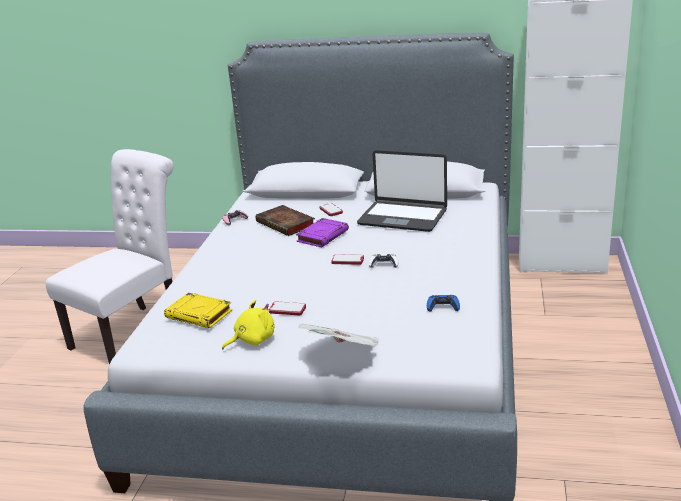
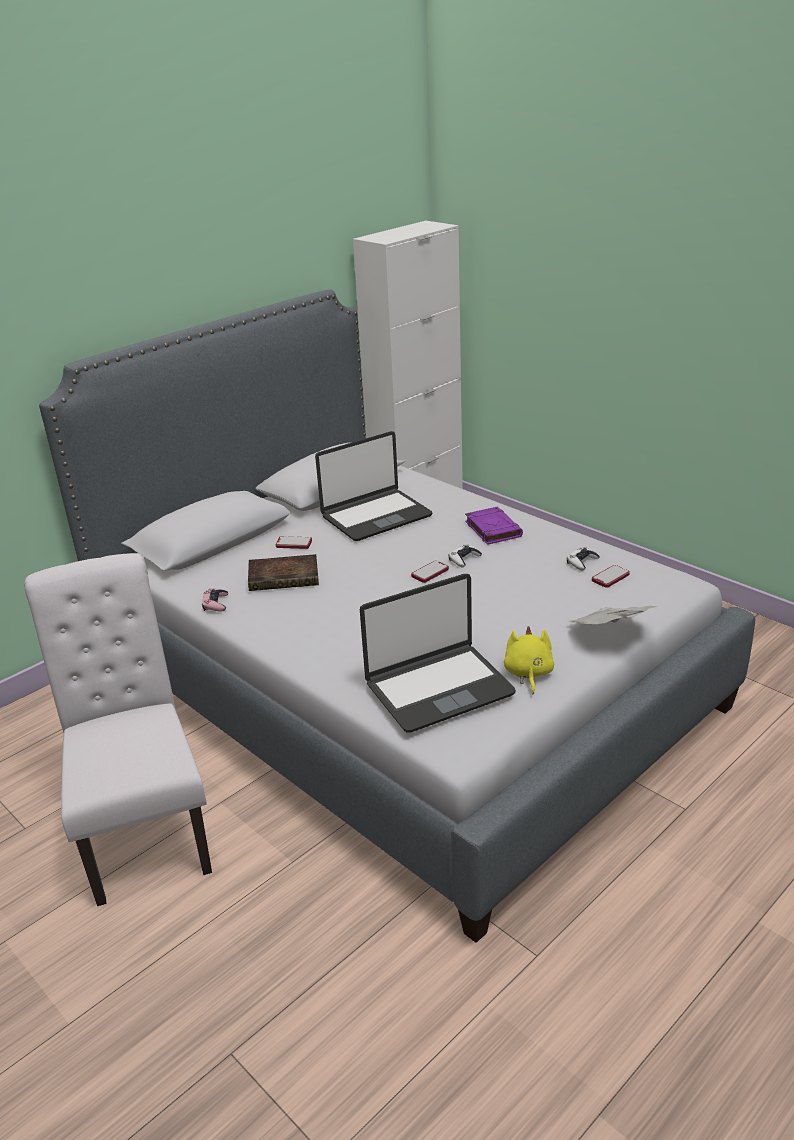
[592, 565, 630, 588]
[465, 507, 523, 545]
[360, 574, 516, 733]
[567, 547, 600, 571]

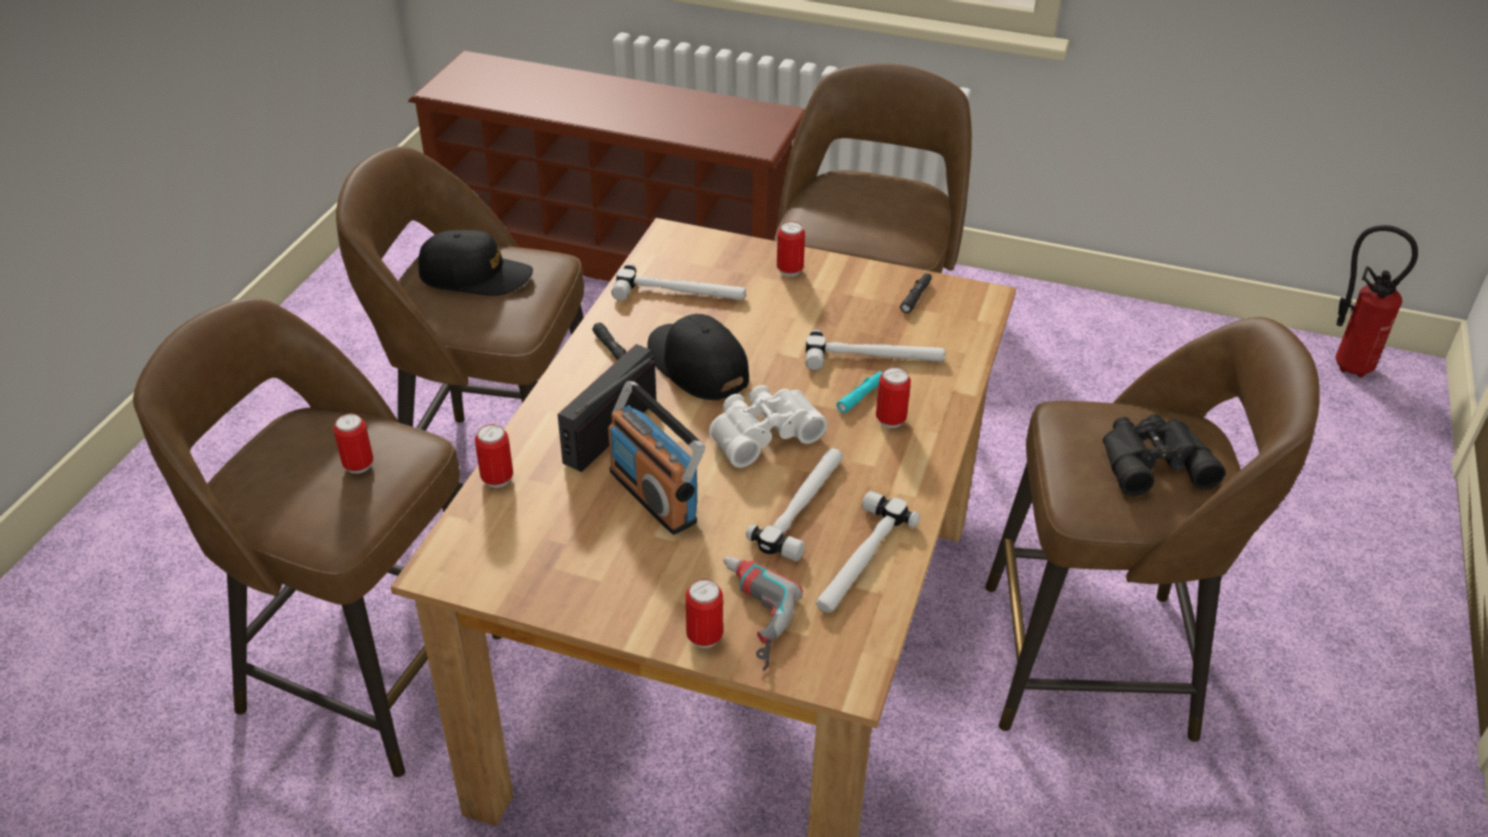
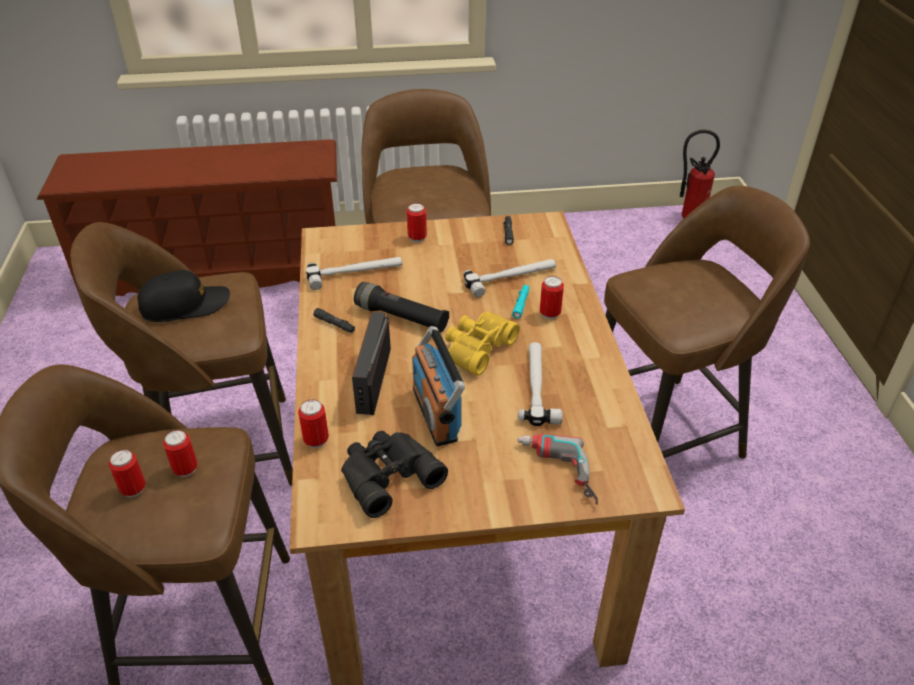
[816, 491, 920, 613] (first image)
[109, 450, 146, 497]
[341, 431, 448, 518]
[354, 282, 449, 333]
[445, 311, 520, 376]
[412, 326, 465, 446]

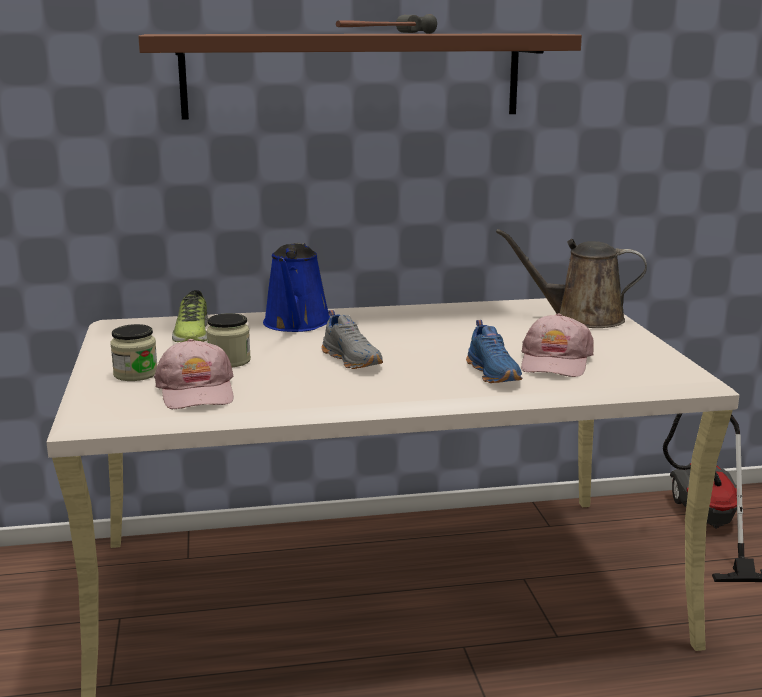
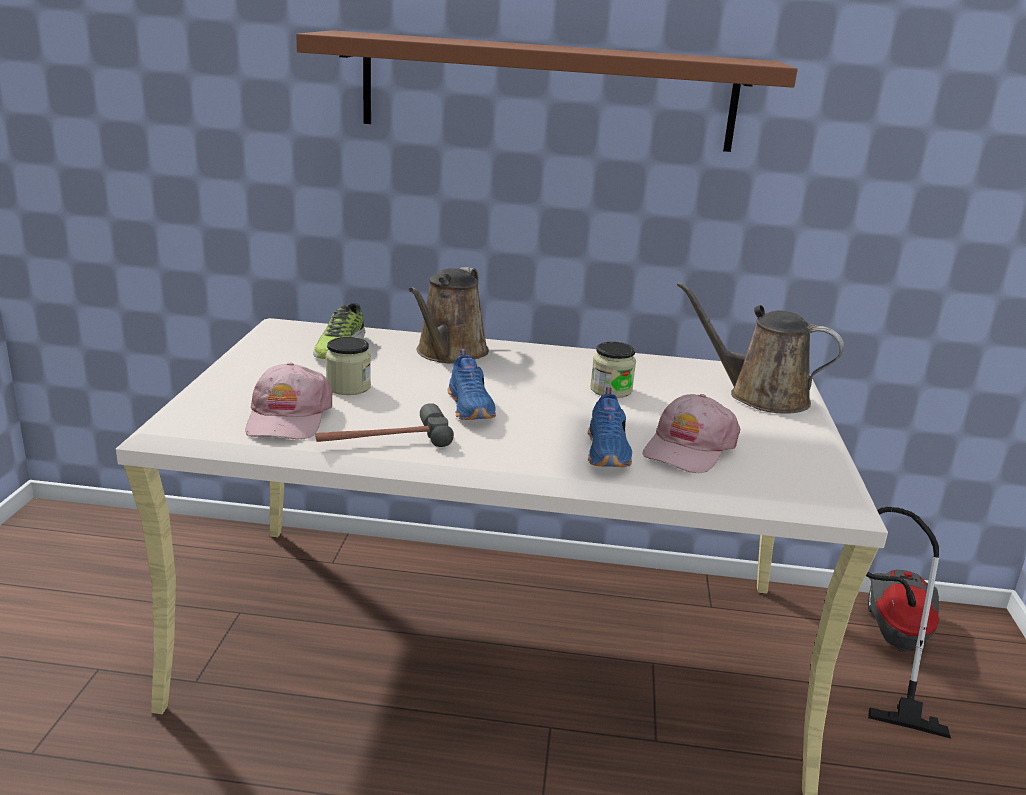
[590, 342, 636, 398]
[315, 403, 454, 447]
[408, 267, 489, 364]
[447, 349, 496, 420]

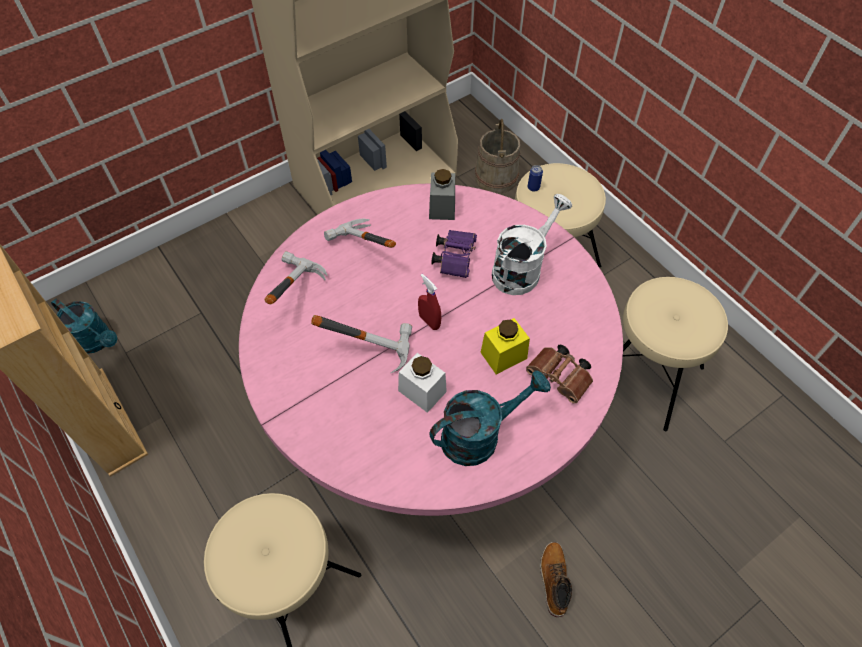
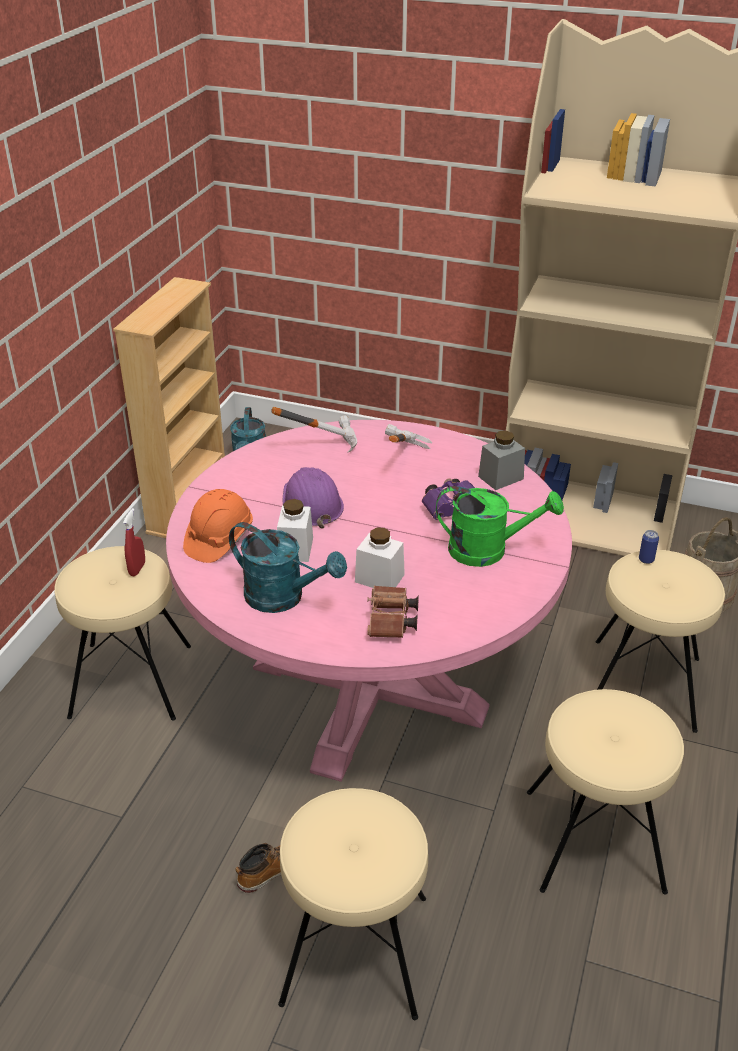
[183, 489, 253, 563]
[278, 788, 428, 1020]
[123, 508, 145, 576]
[283, 467, 344, 529]
[355, 527, 405, 588]
[436, 486, 564, 567]

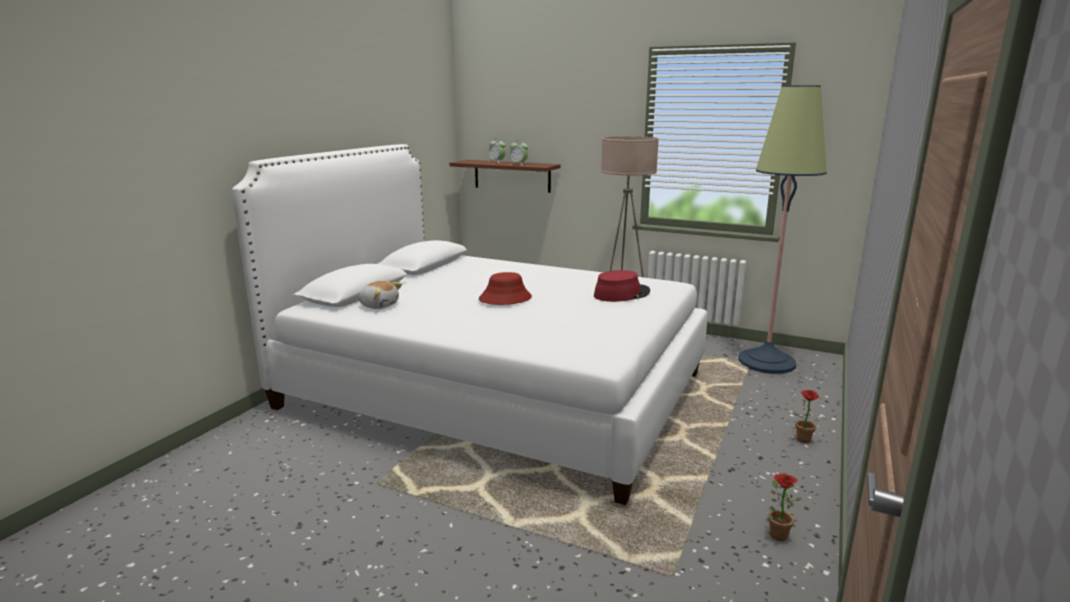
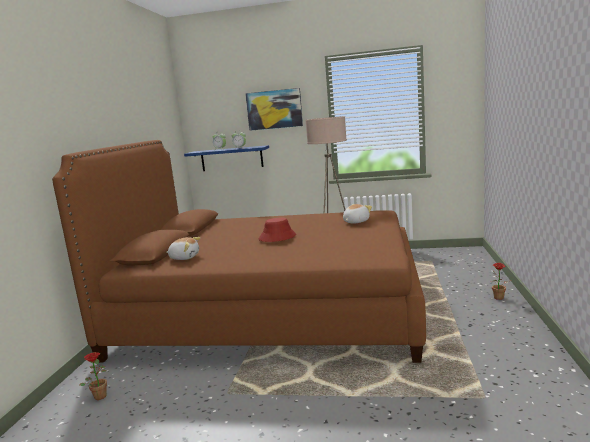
[738, 85, 827, 374] (first image)
[245, 88, 303, 131]
[79, 352, 107, 400]
[343, 204, 372, 223]
[52, 140, 426, 363]
[184, 145, 269, 171]

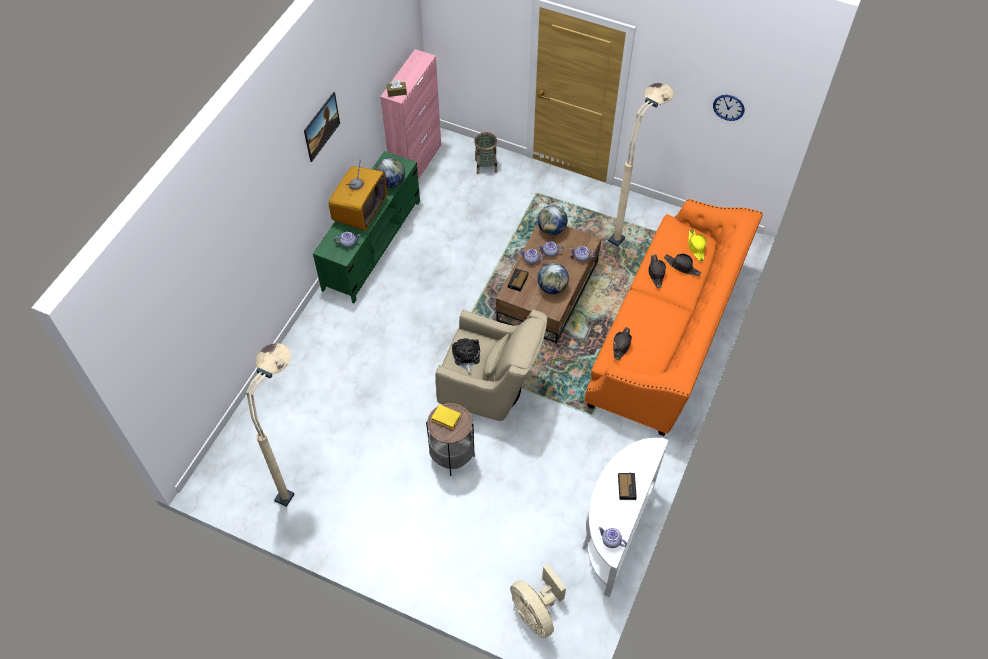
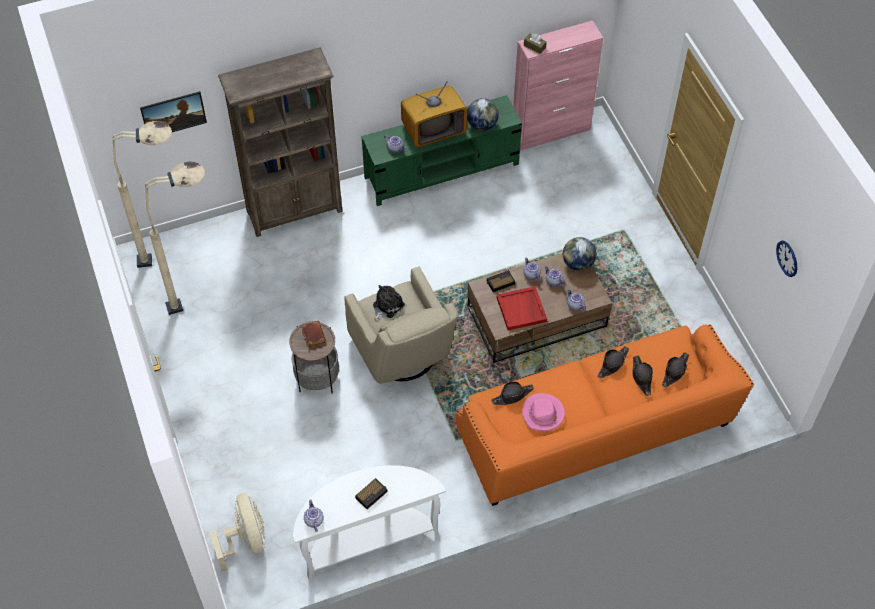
[474, 132, 497, 174] (first image)
[218, 47, 343, 237]
[522, 393, 565, 431]
[140, 91, 207, 132]
[113, 121, 172, 268]
[497, 286, 547, 330]
[301, 321, 326, 347]
[662, 352, 689, 387]
[210, 493, 266, 572]

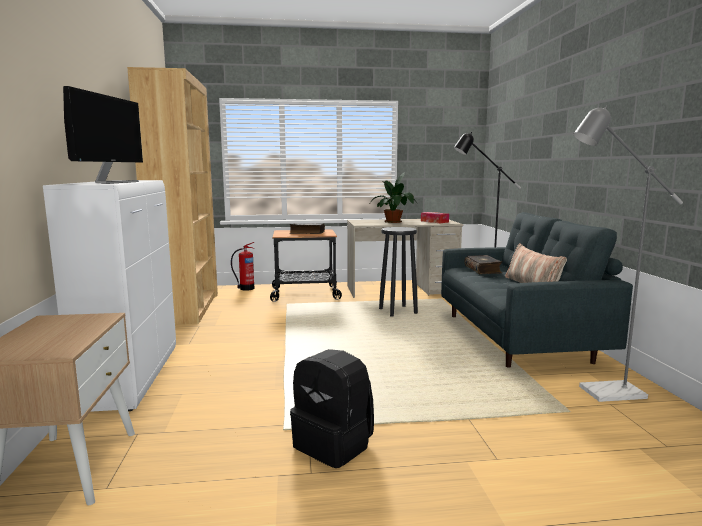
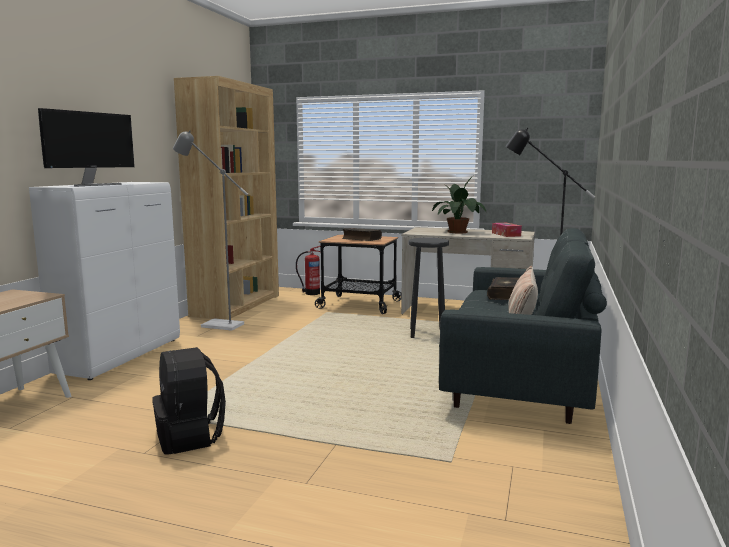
[173, 130, 248, 331]

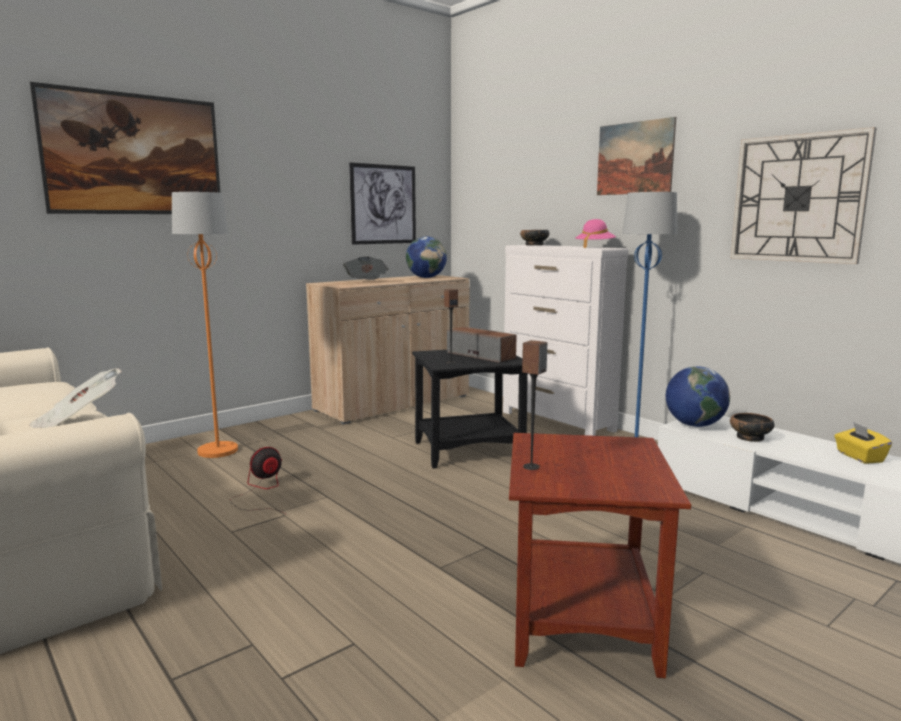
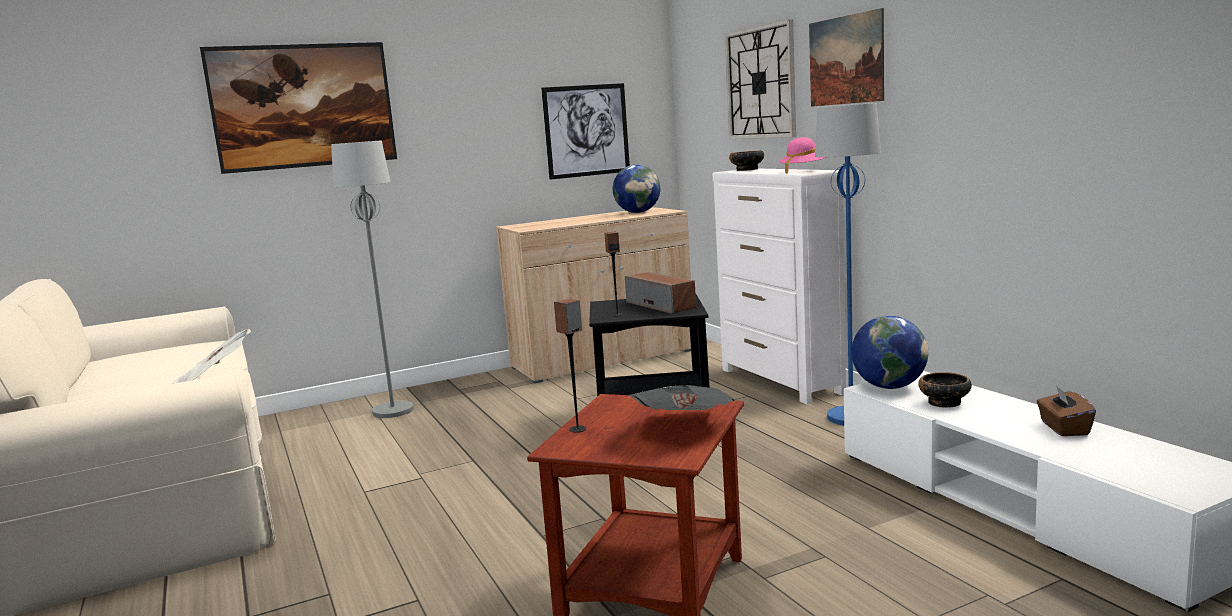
[230, 447, 287, 515] (first image)
[628, 385, 735, 410]
[725, 19, 796, 139]
[331, 140, 414, 418]
[1037, 384, 1096, 436]

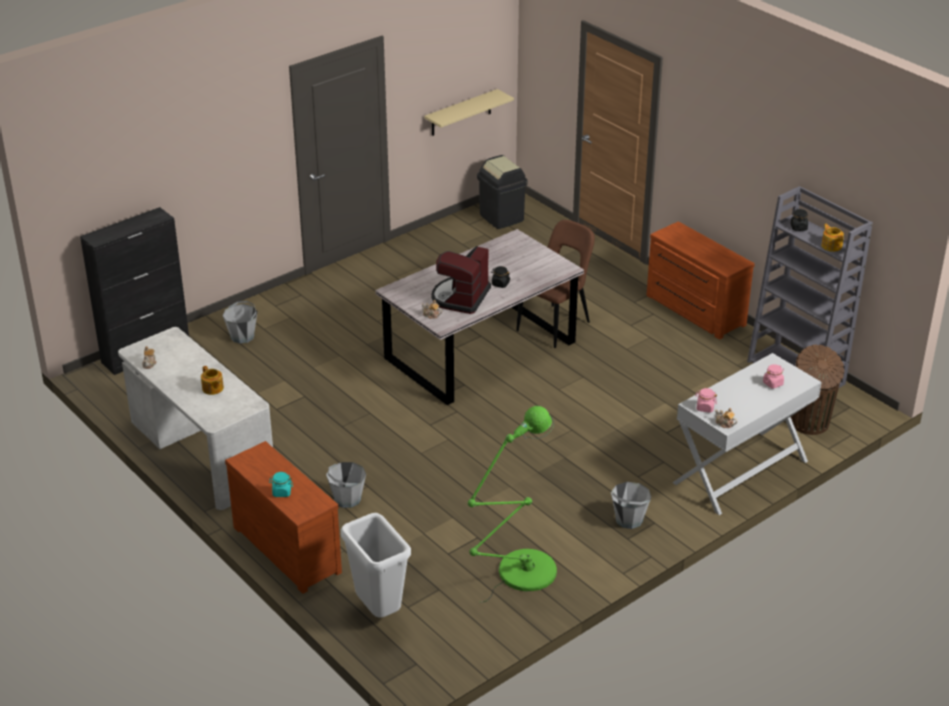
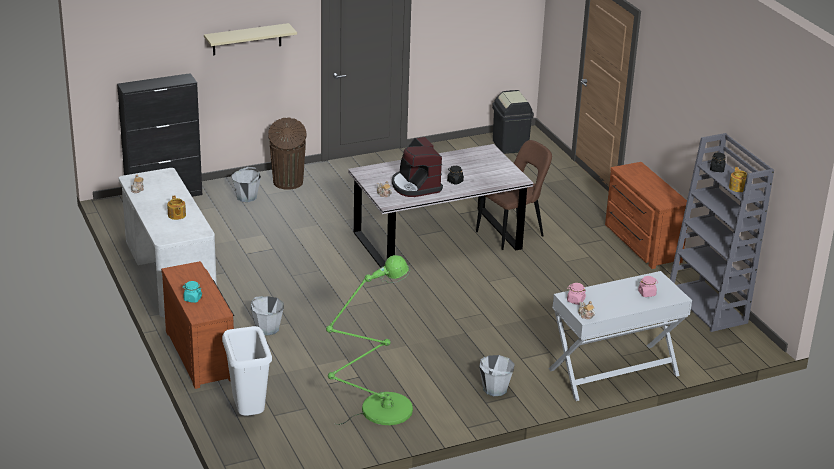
[204, 23, 297, 56]
[268, 117, 307, 190]
[392, 137, 443, 197]

